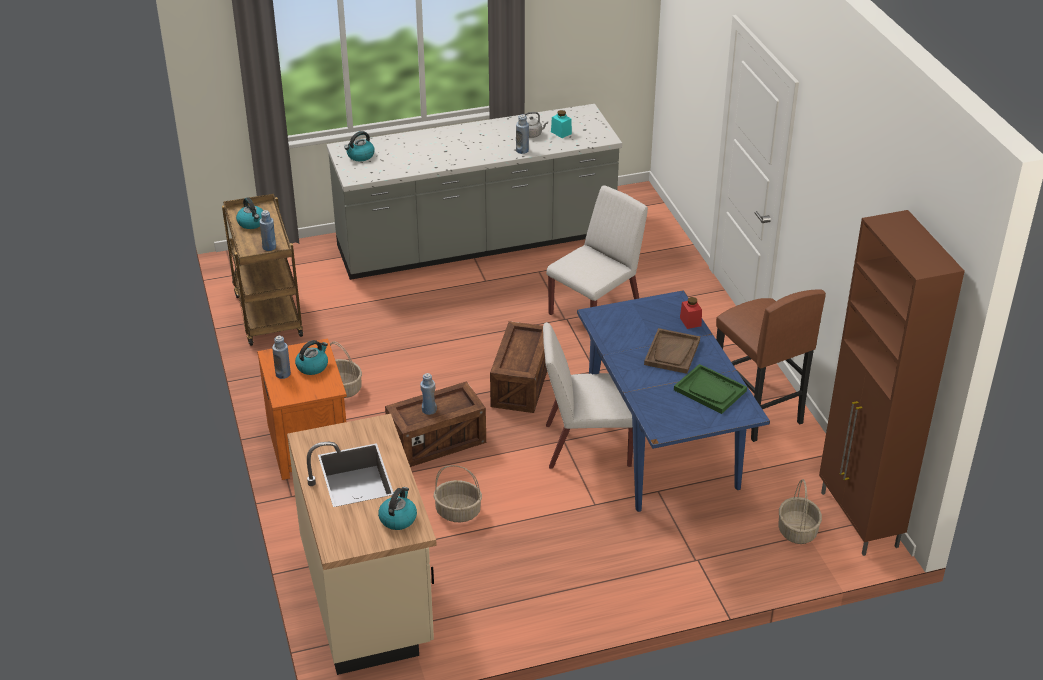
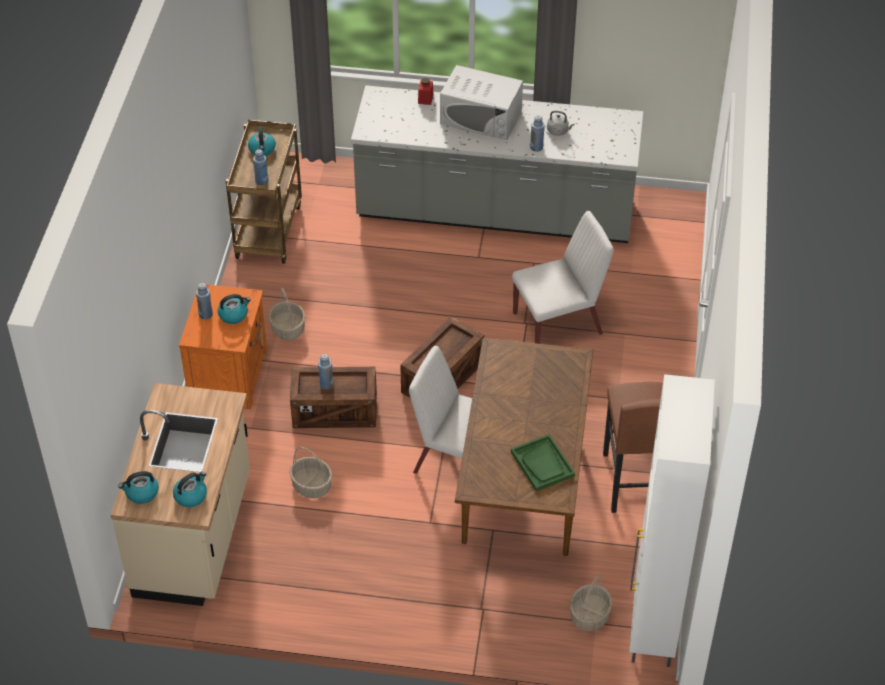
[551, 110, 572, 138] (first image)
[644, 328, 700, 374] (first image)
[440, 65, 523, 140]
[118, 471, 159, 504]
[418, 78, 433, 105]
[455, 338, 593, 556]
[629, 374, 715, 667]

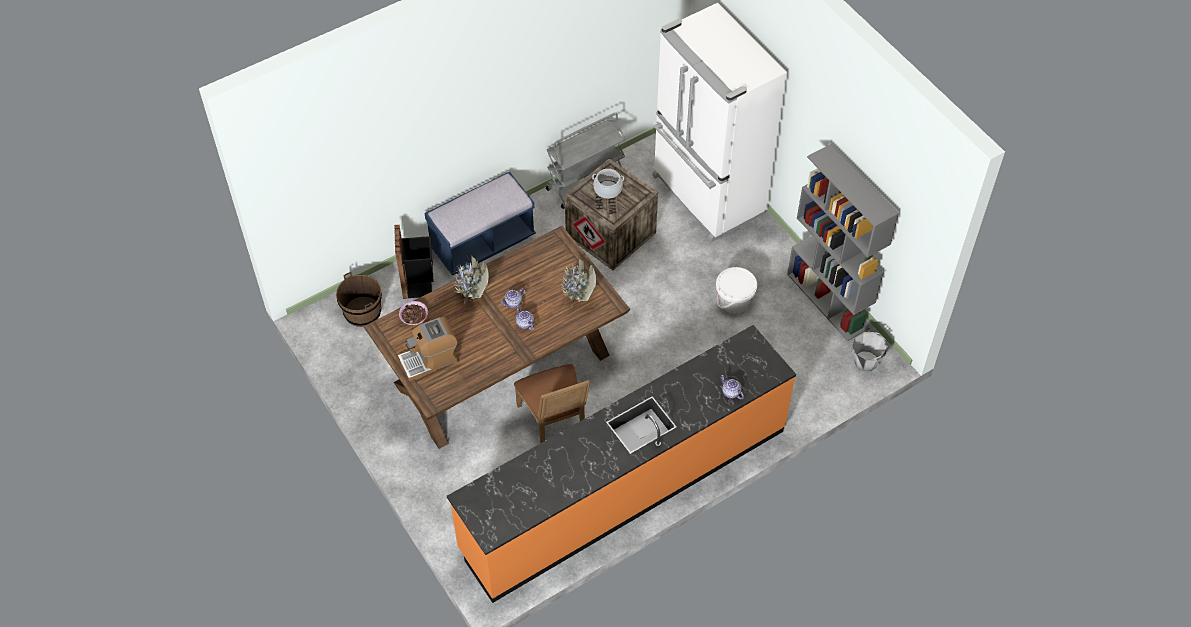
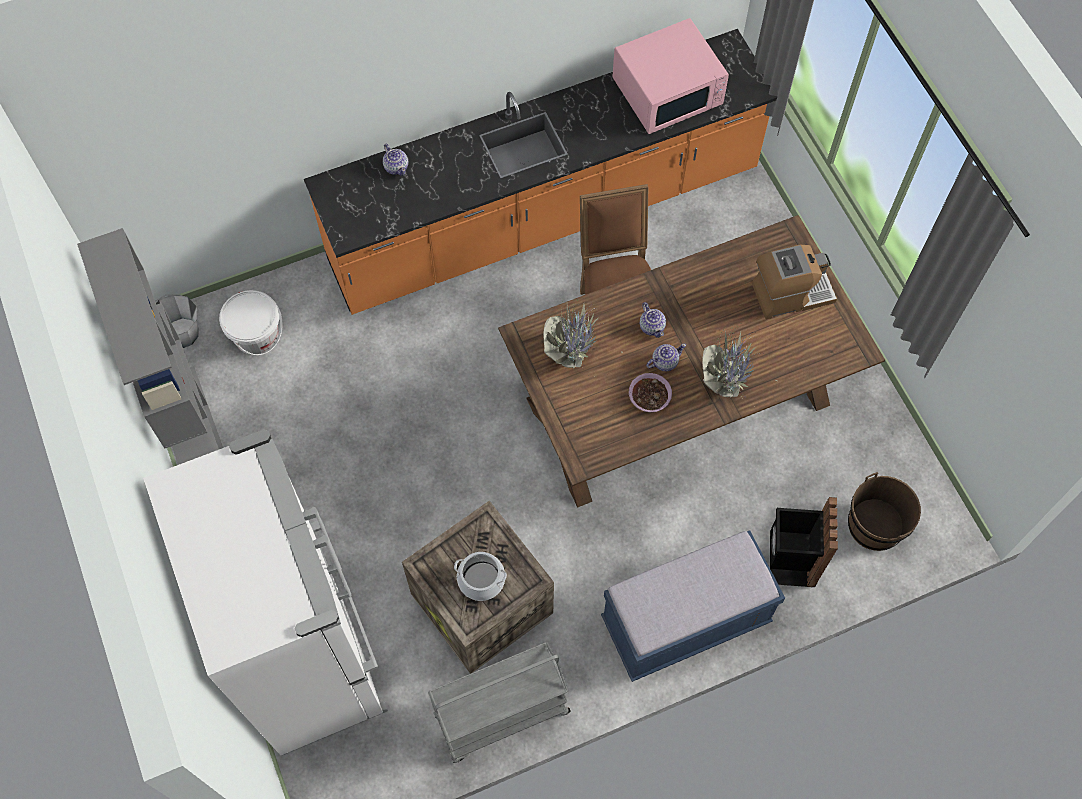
[612, 18, 729, 134]
[629, 373, 672, 412]
[219, 290, 282, 355]

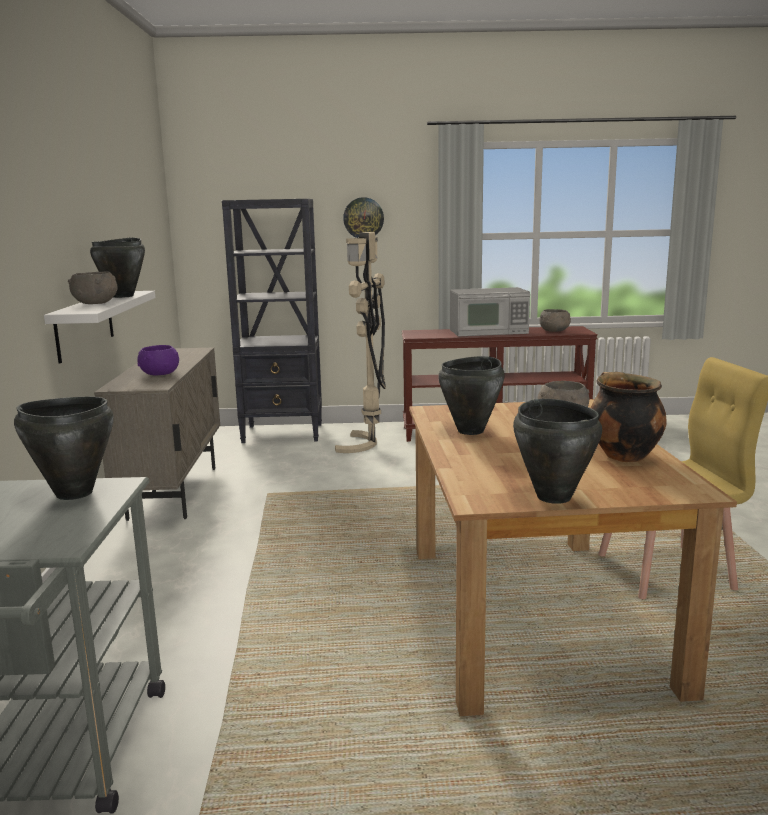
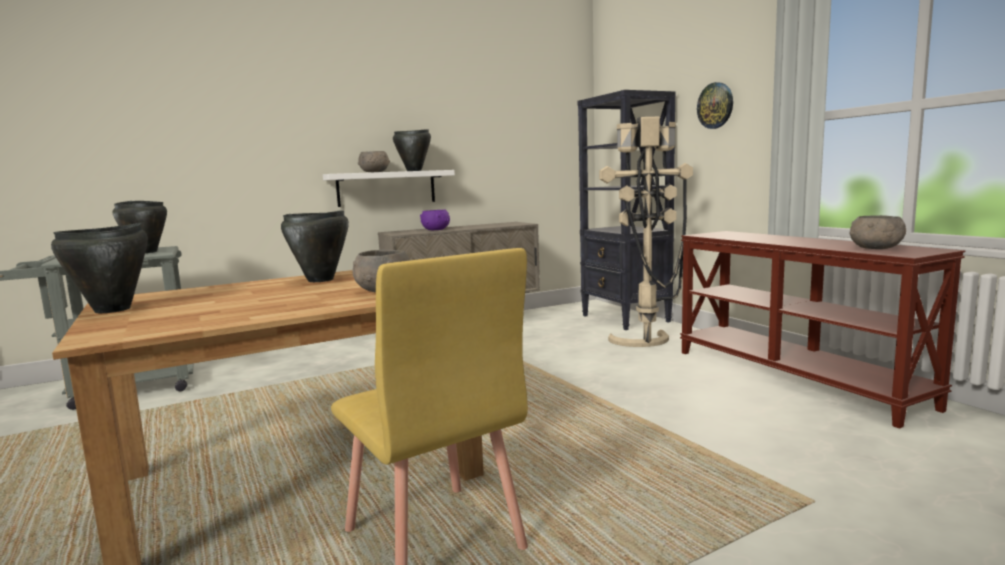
[450, 287, 530, 336] (first image)
[591, 372, 667, 463] (first image)

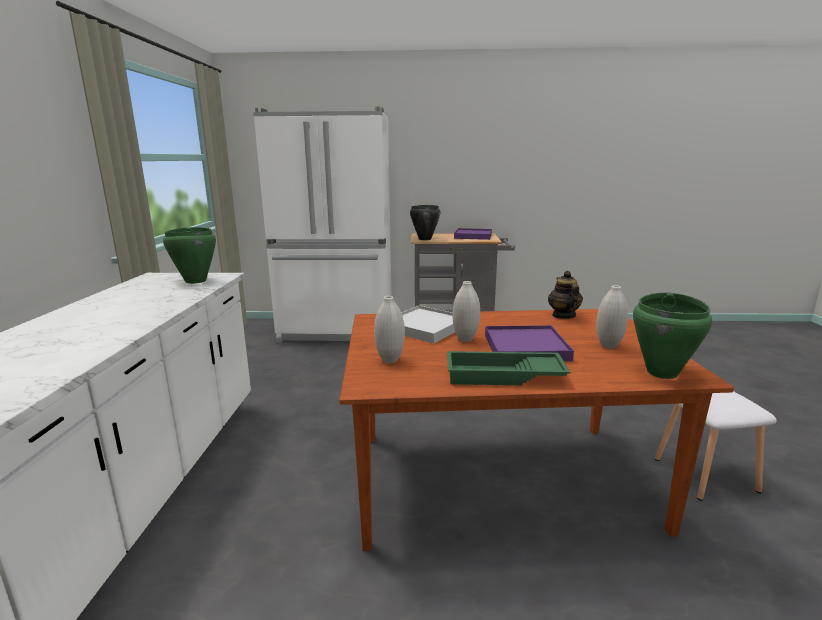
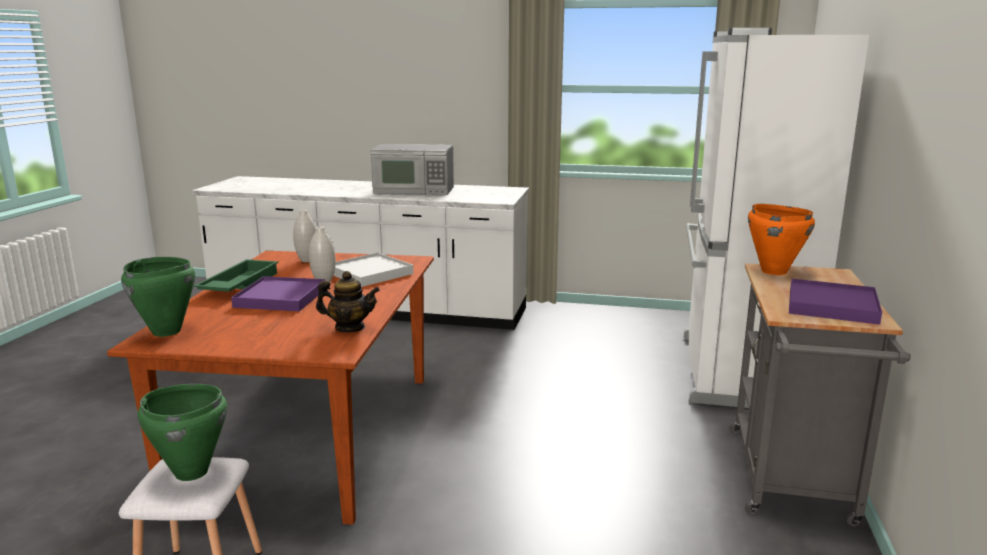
[596, 285, 628, 349] (first image)
[371, 144, 454, 195]
[138, 384, 227, 481]
[748, 204, 815, 275]

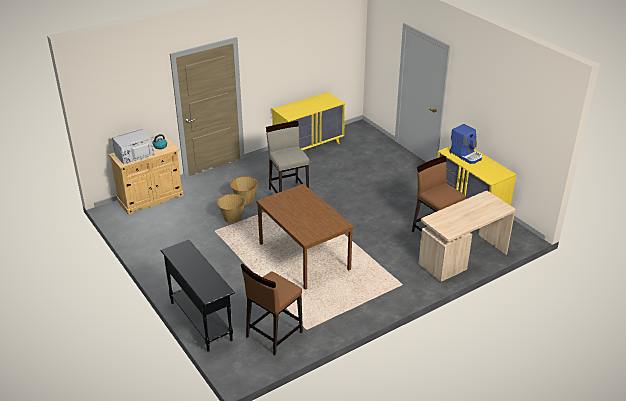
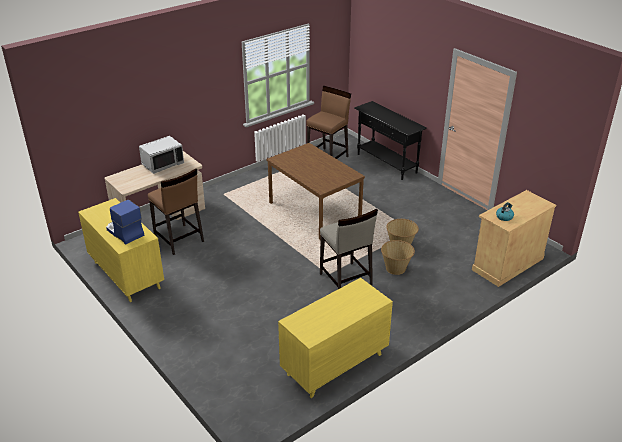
[139, 136, 184, 174]

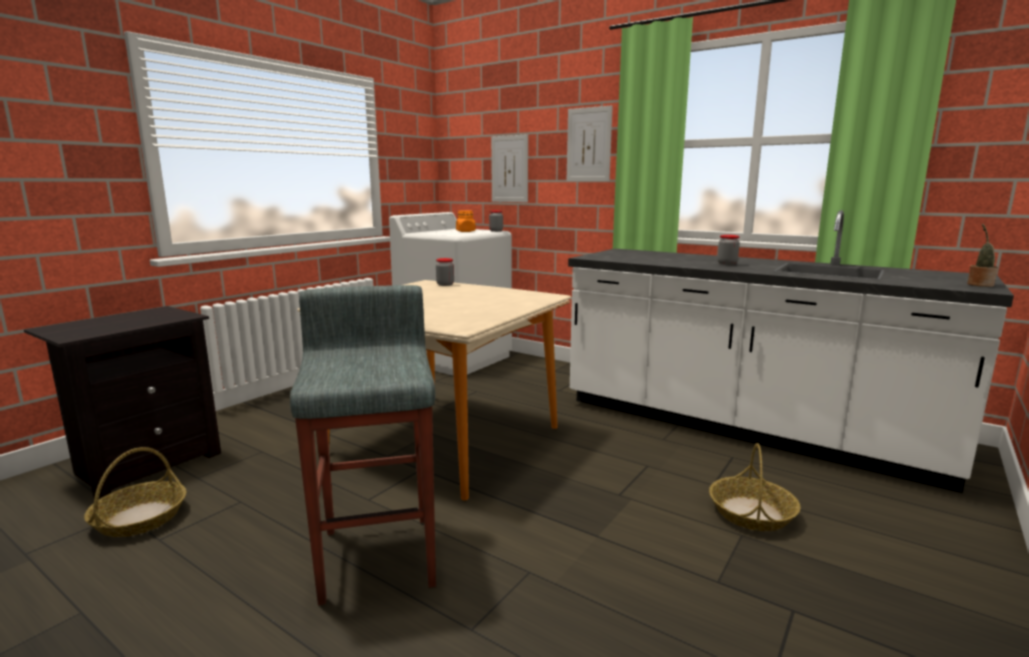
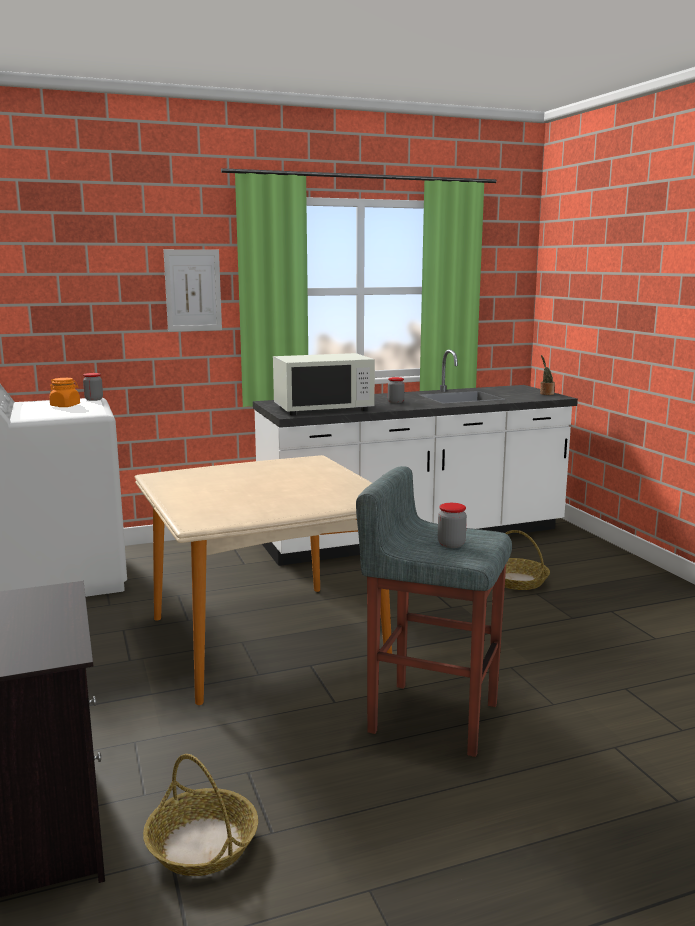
[491, 134, 528, 202] (first image)
[273, 353, 375, 415]
[438, 503, 467, 548]

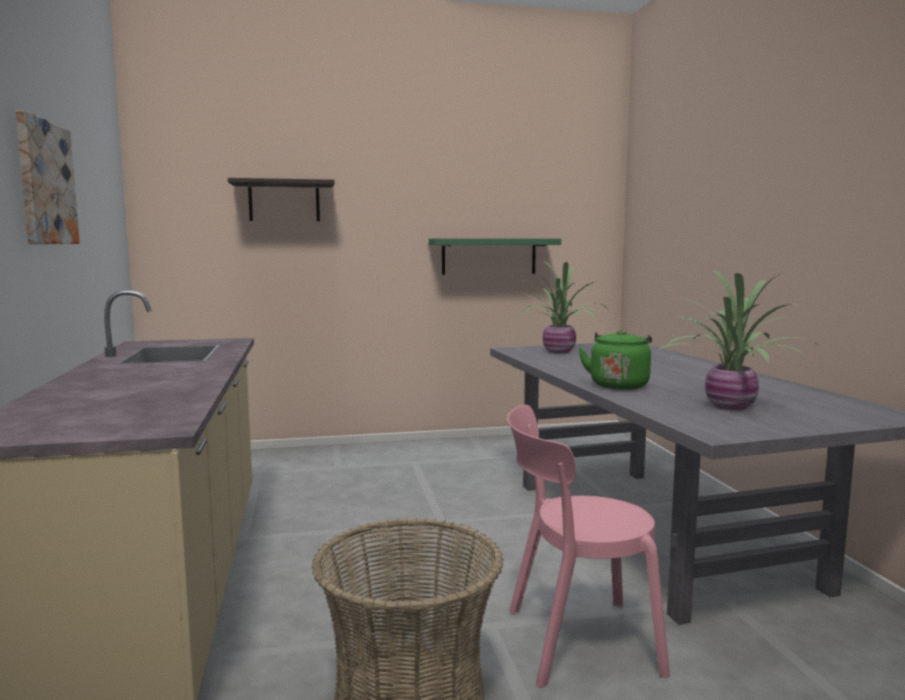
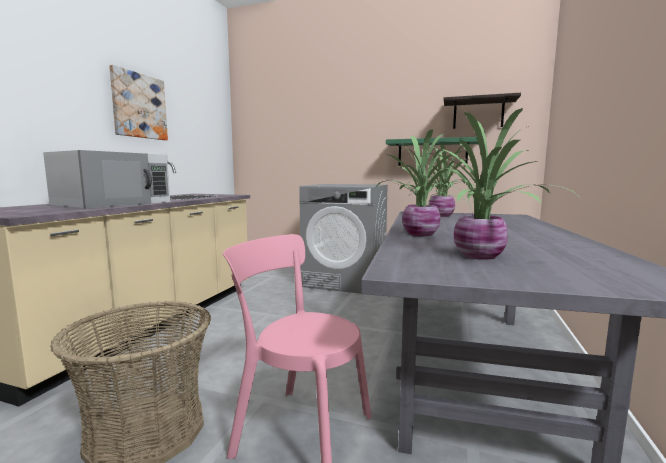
[43, 150, 170, 208]
[299, 184, 388, 294]
[444, 93, 521, 129]
[371, 130, 476, 236]

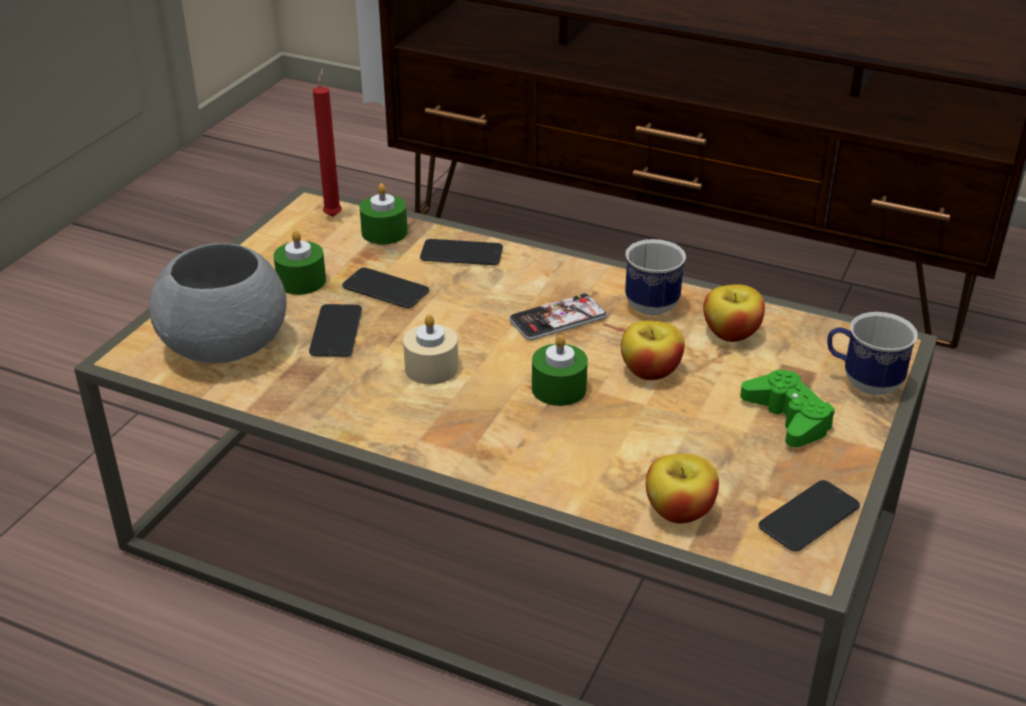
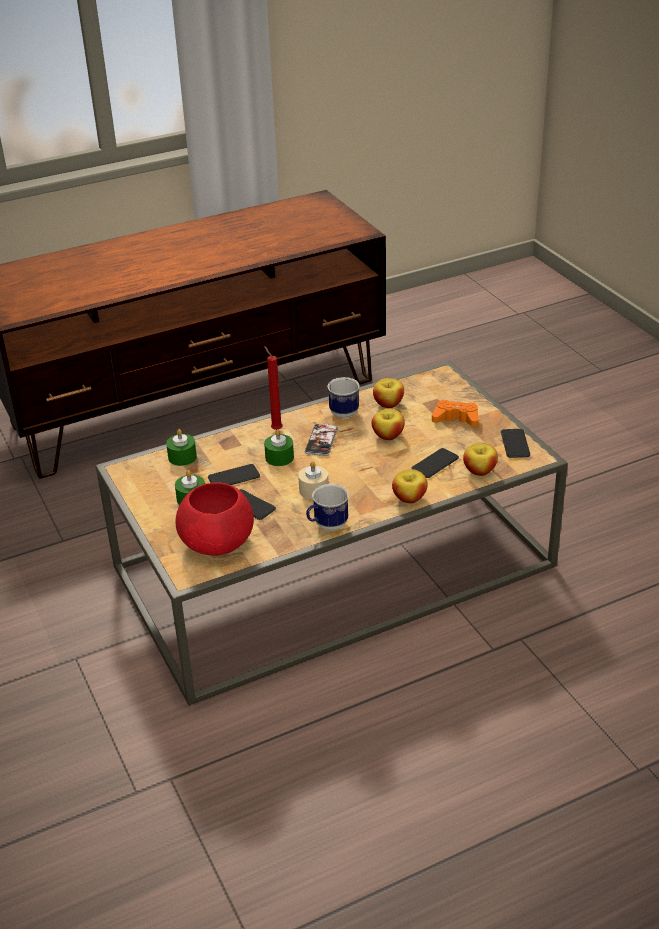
[392, 469, 428, 503]
[264, 346, 283, 430]
[411, 448, 459, 478]
[264, 429, 294, 466]
[306, 484, 349, 531]
[175, 482, 254, 556]
[432, 400, 479, 427]

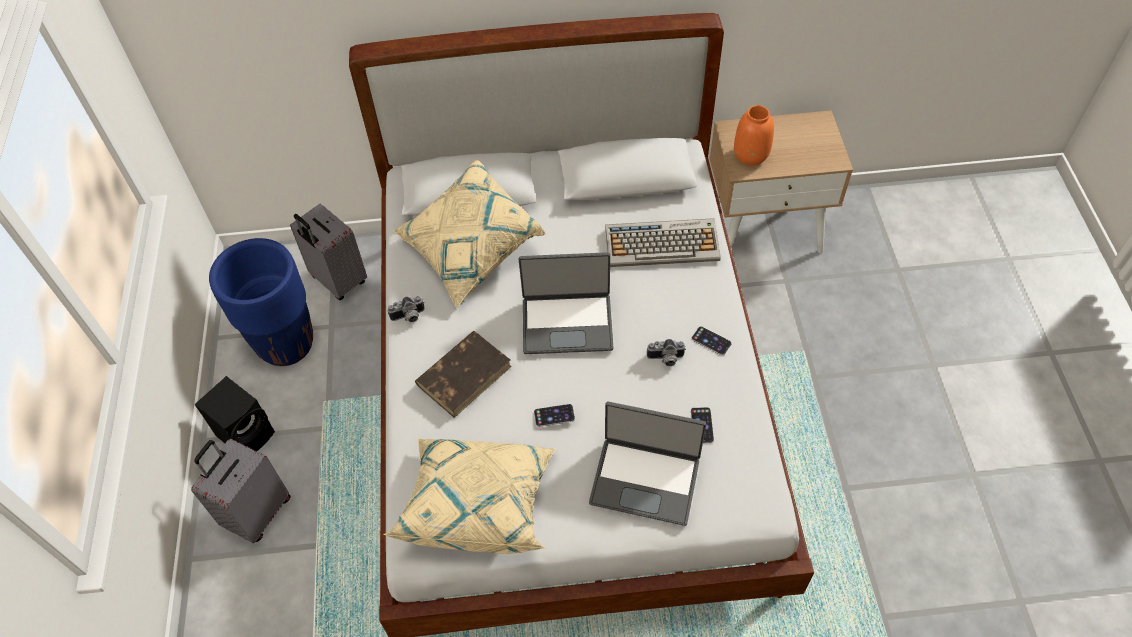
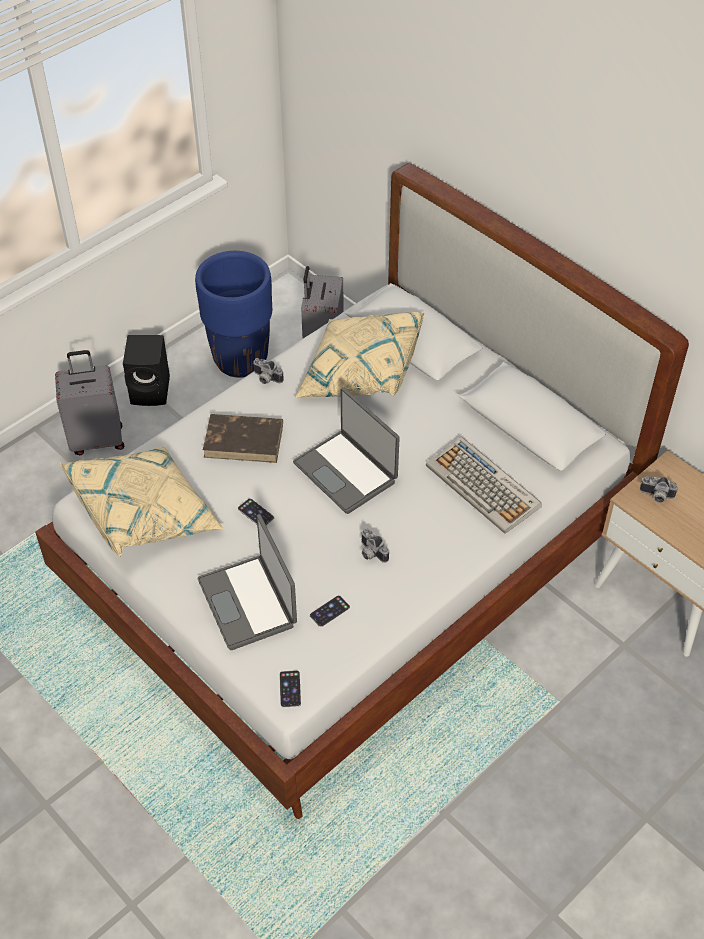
[279, 670, 301, 707]
[640, 476, 678, 503]

